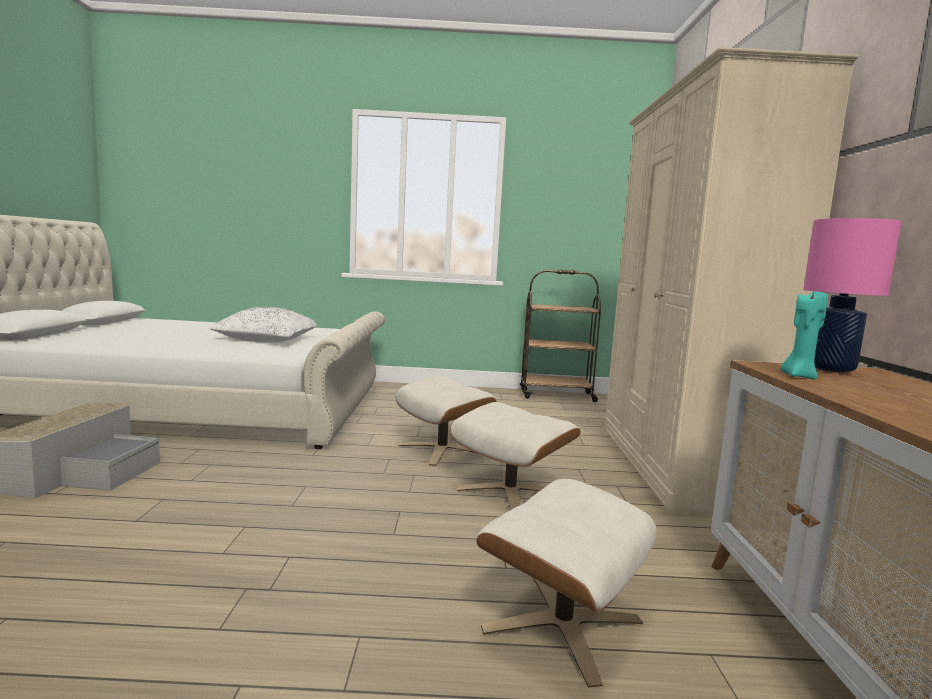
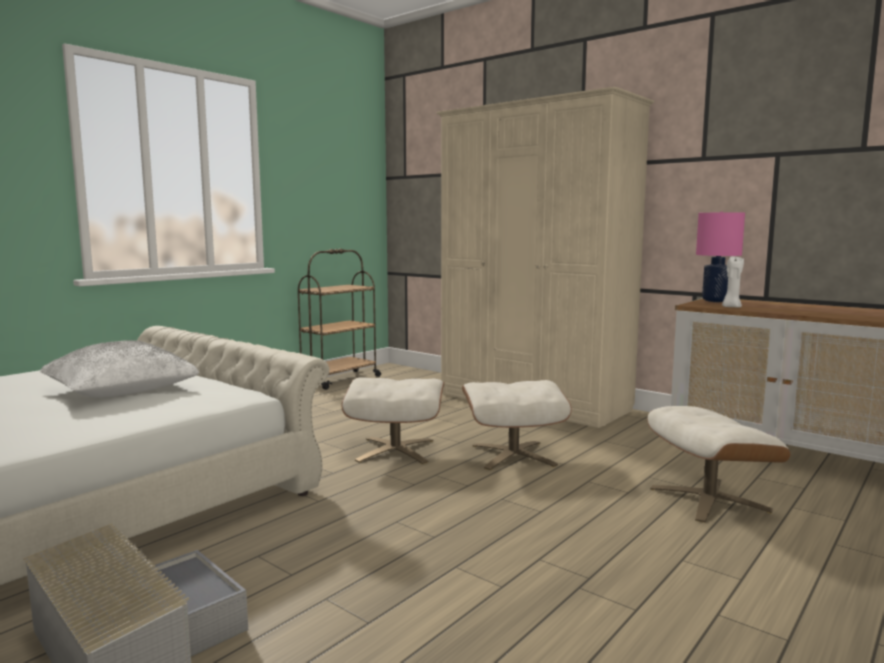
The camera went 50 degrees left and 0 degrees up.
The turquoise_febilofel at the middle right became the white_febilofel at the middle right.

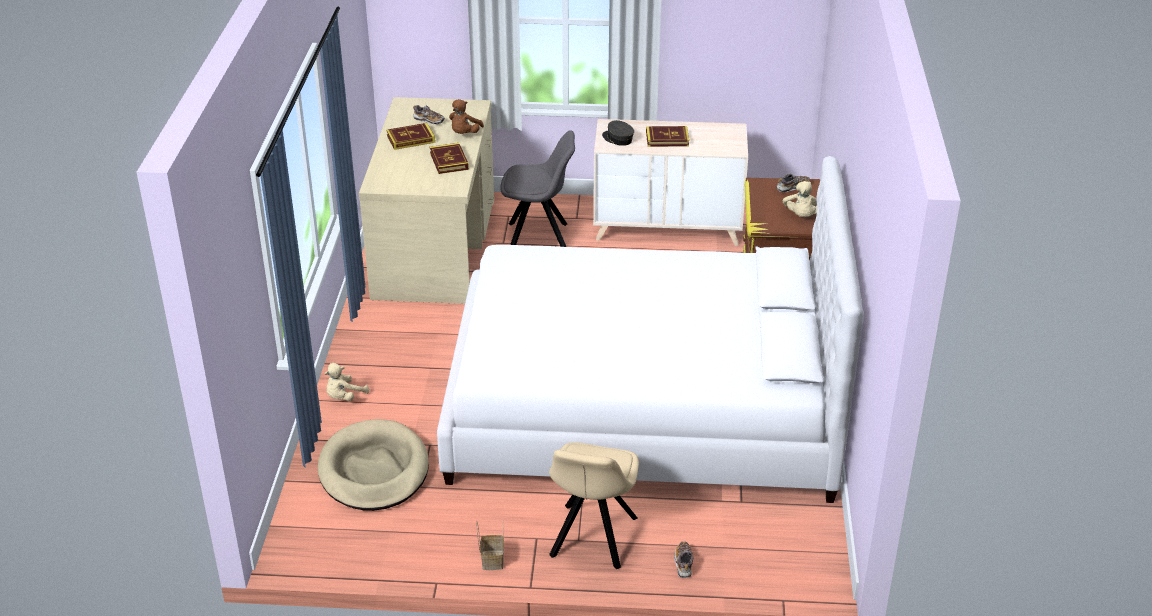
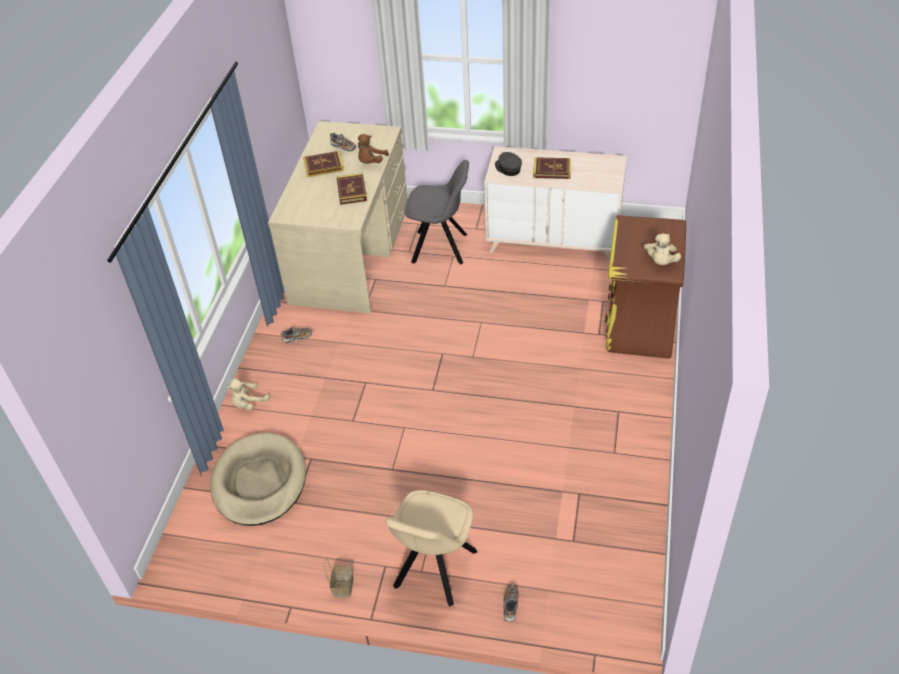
The camera went 10 degrees right and 10 degrees up.
The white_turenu at the centre disappeared.
The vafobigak (no. 3 from left in the first image) moved from the top right to the middle left.

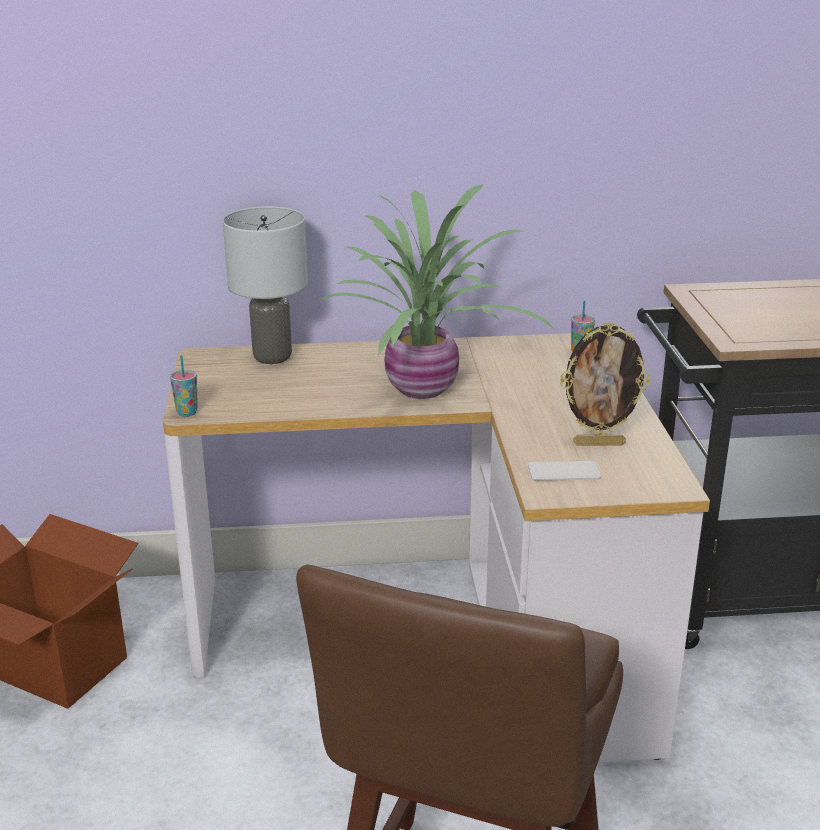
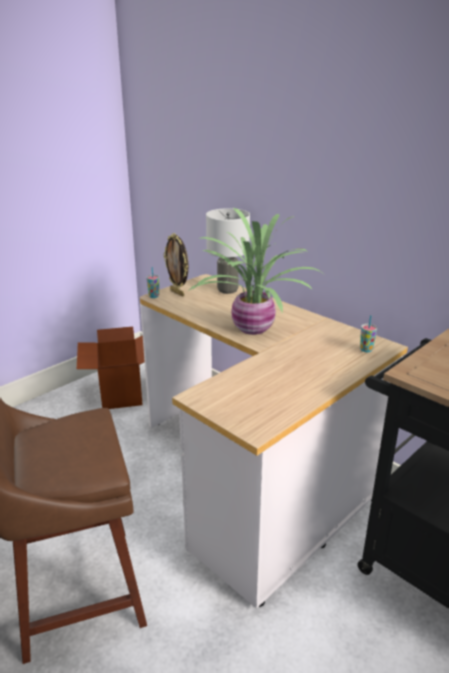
The camera went 50 degrees right and 0 degrees up.
The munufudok moved from the middle right to the centre.
The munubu at the middle right disappeared.

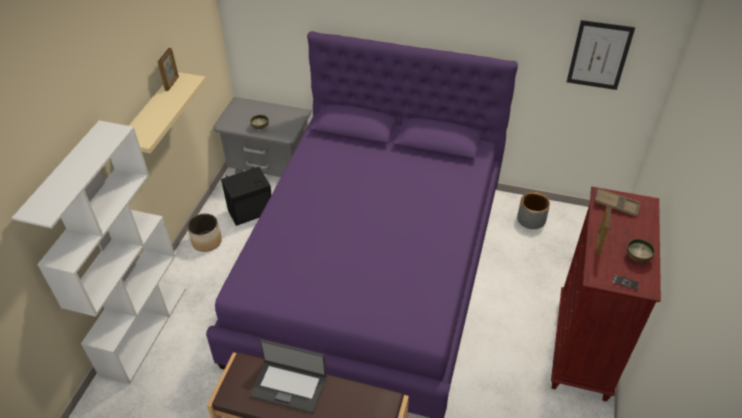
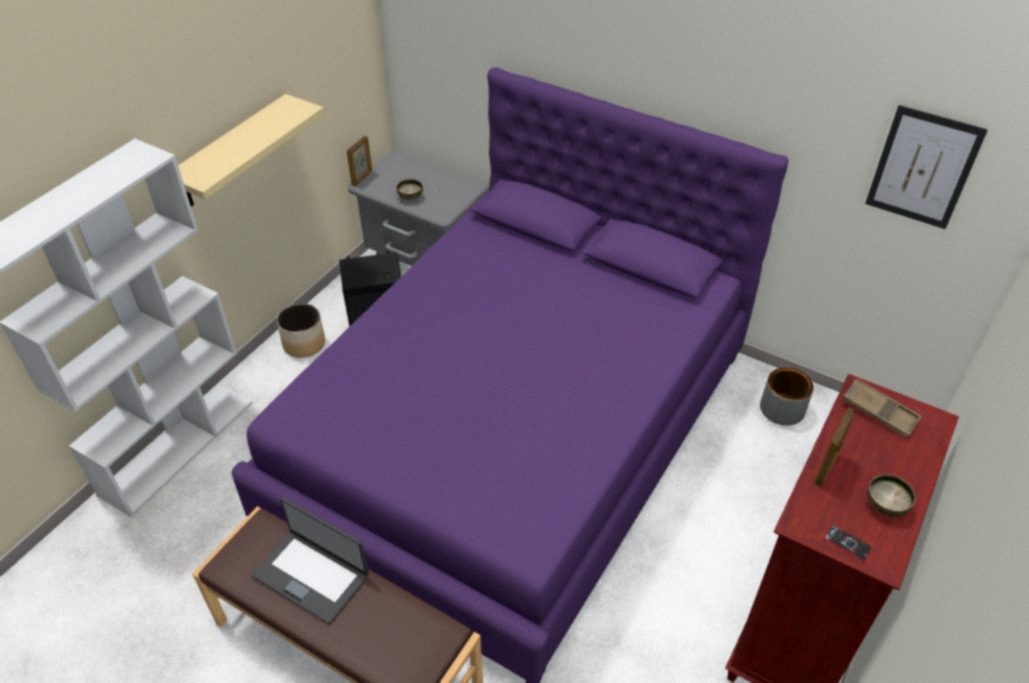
The camera went 15 degrees right and 0 degrees up.
The munufudok (no. 1 from left) moved from the top left to the top centre.

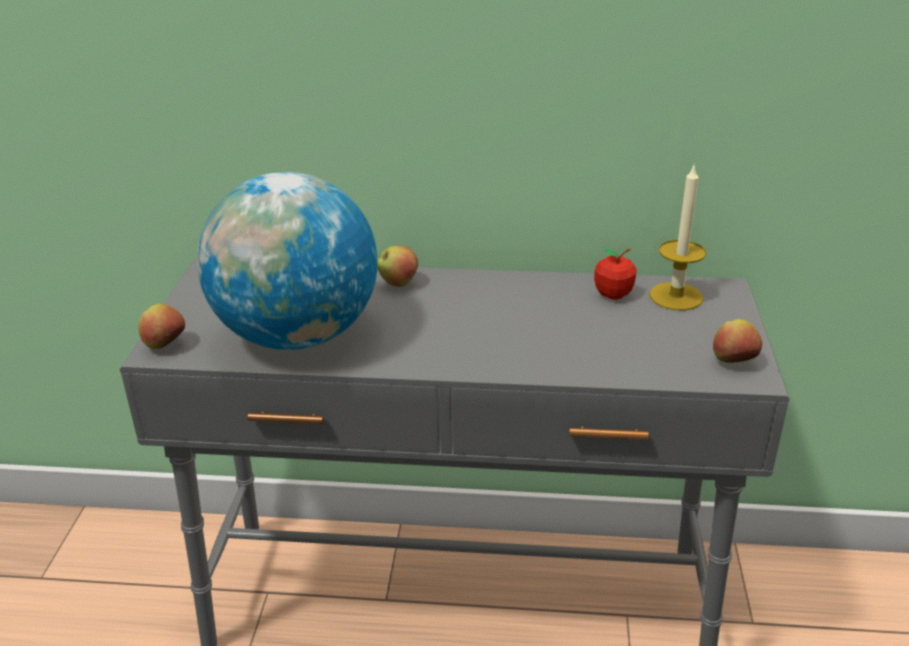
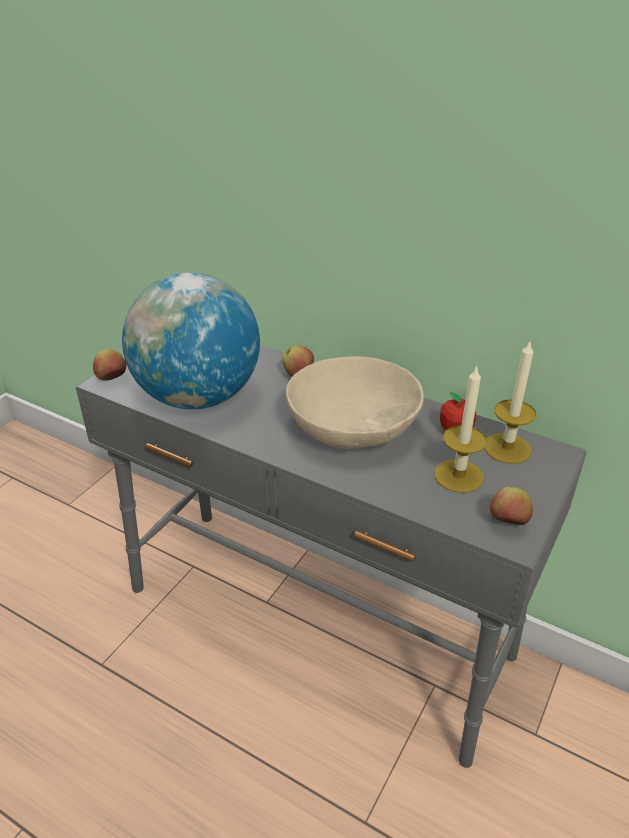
The camera went 25 degrees right and 5 degrees up.
The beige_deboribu at the centre appeared.
The febilofel (no. 1 from left) at the middle right appeared.

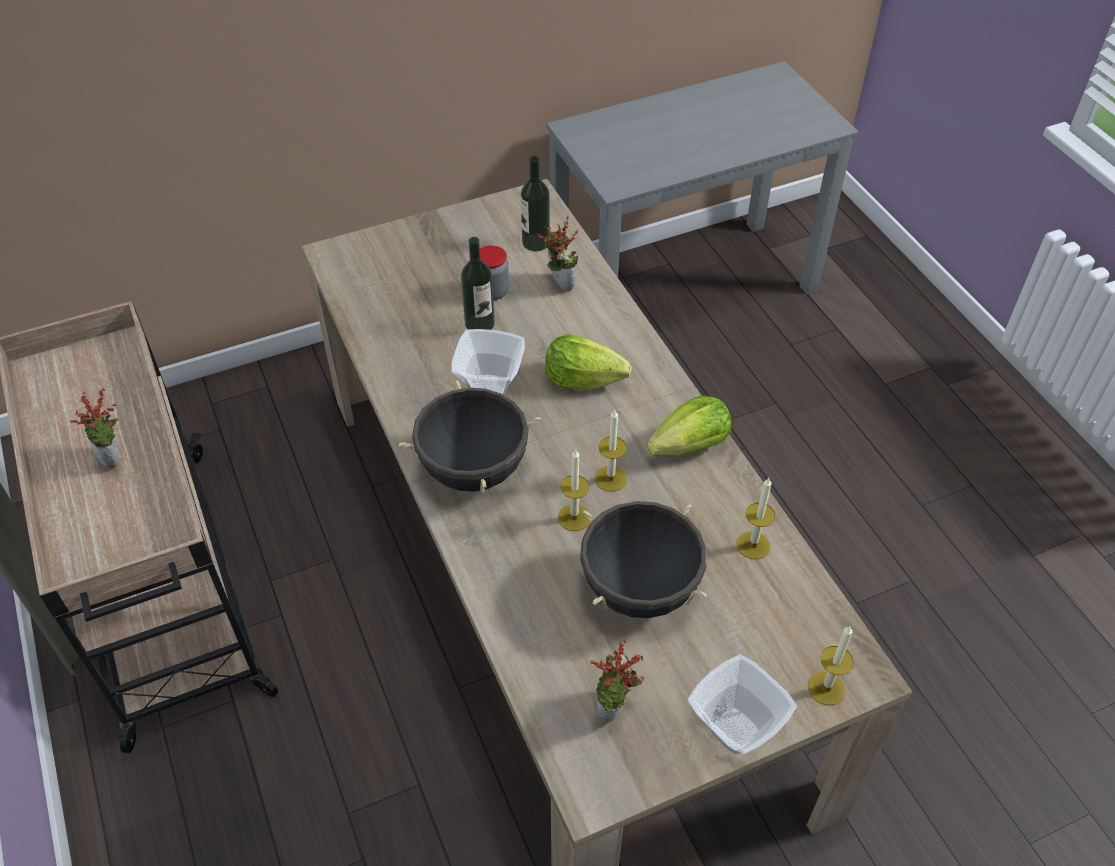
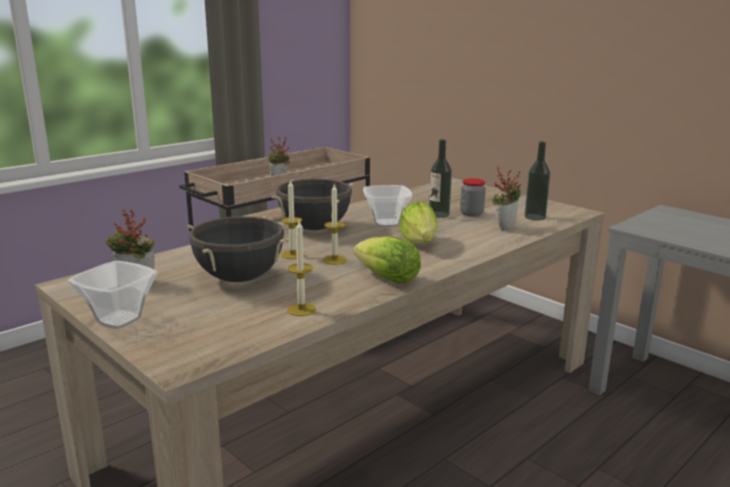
The camera went 70 degrees right and 30 degrees down.
The febilofel (no. 4 from left) at the bottom right disappeared.

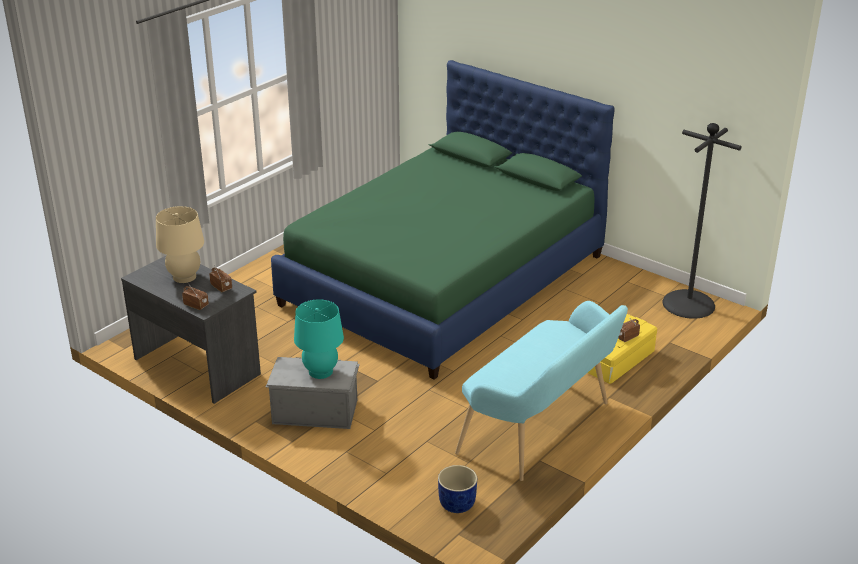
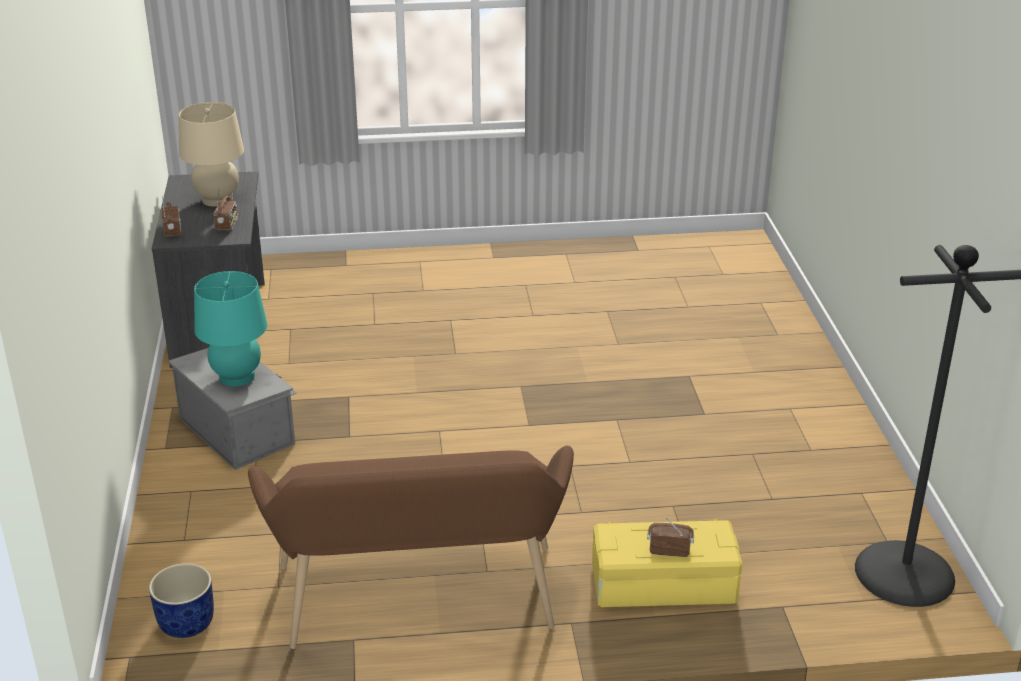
The camera went 45 degrees right and 0 degrees up.
The green_turenu at the centre disappeared.
The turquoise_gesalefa at the bottom centre became the brown_gesalefa at the bottom centre.

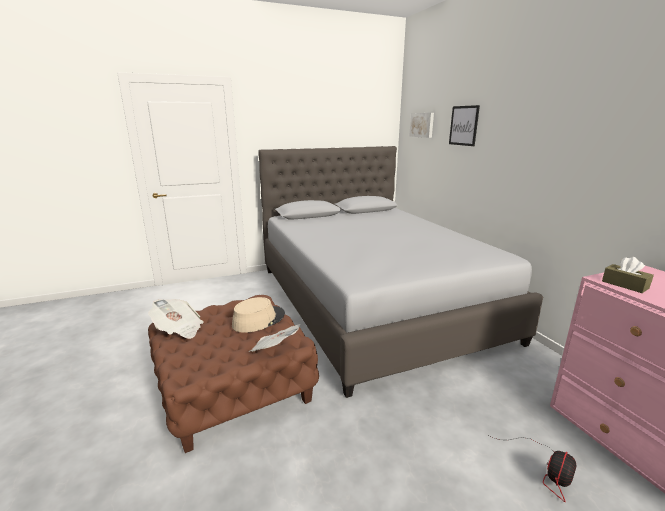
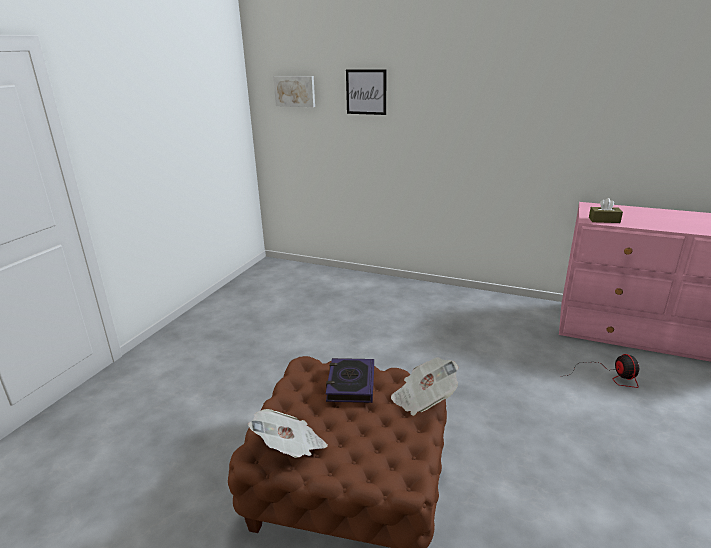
The camera went 45 degrees left and 5 degrees up.
The grey_turenu at the centre disappeared.
The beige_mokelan at the centre was replaced by the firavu at the bottom centre.

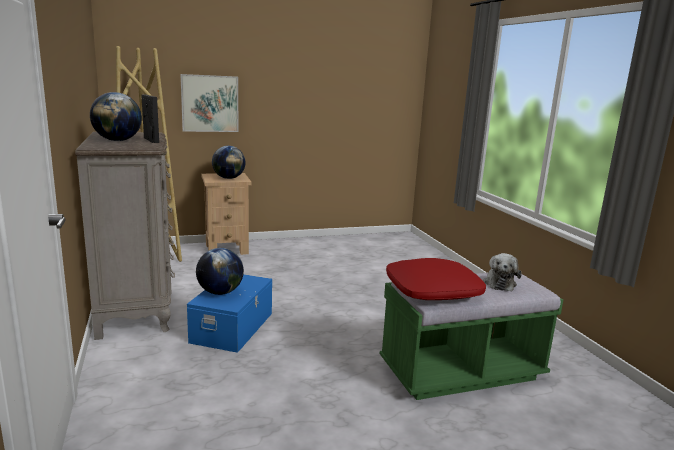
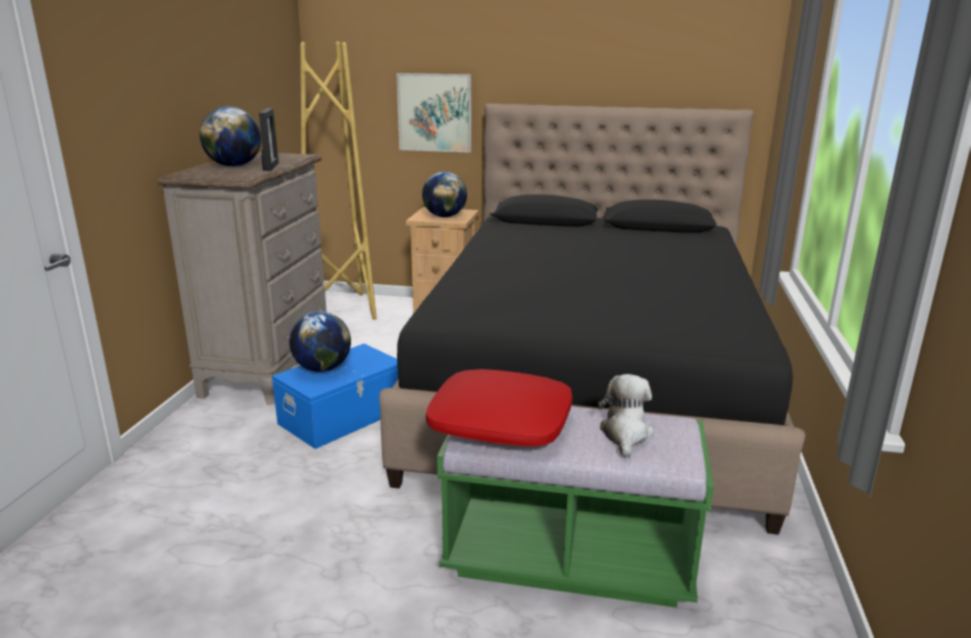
The camera went 30 degrees right and 5 degrees up.
The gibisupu at the middle right turned 150 degrees clockwise.
The black_turenu at the centre appeared.

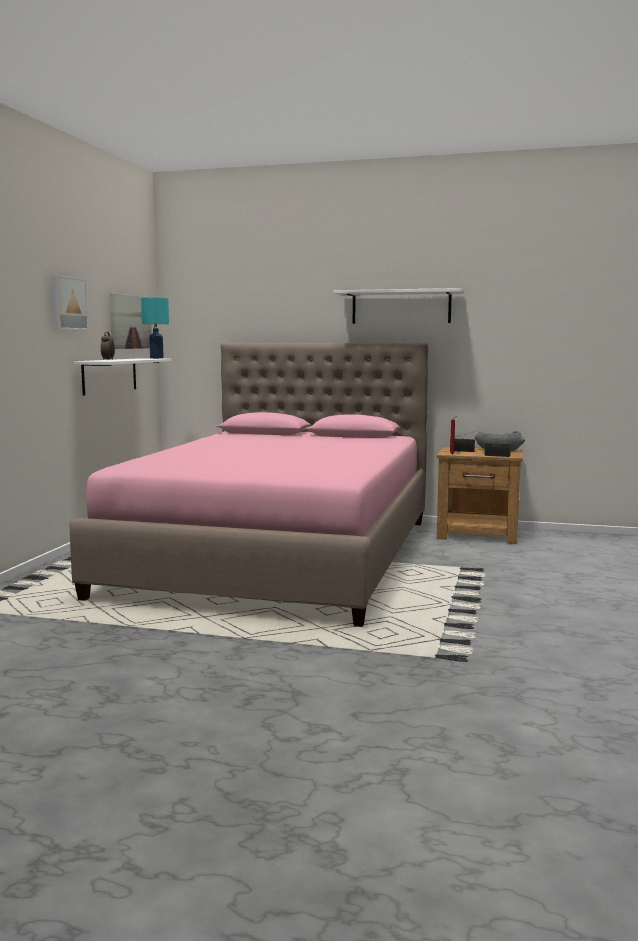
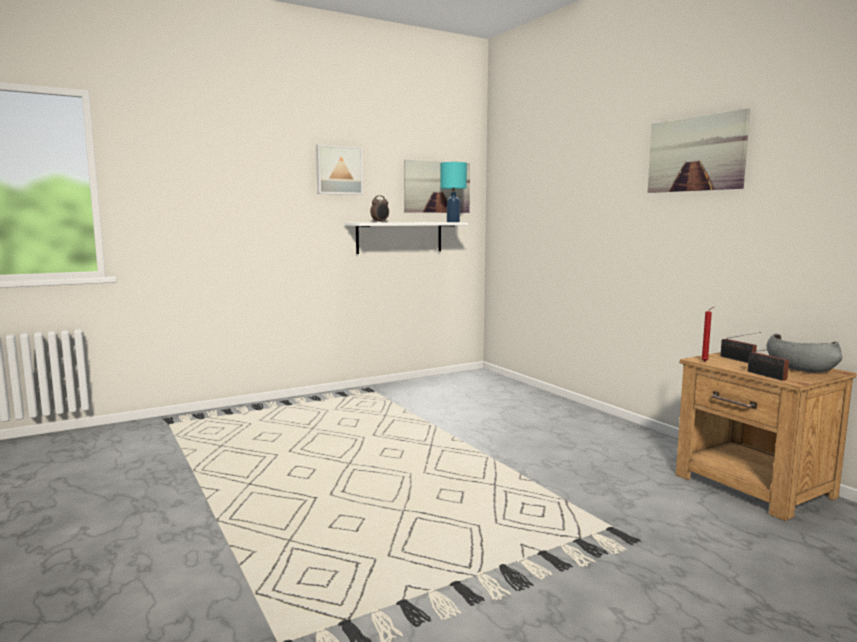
The camera went 45 degrees right and 0 degrees up.
The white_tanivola (no. 2 from left) at the top centre was replaced by the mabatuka (no. 3 from left) at the top right.
The pink_turenu at the centre disappeared.

